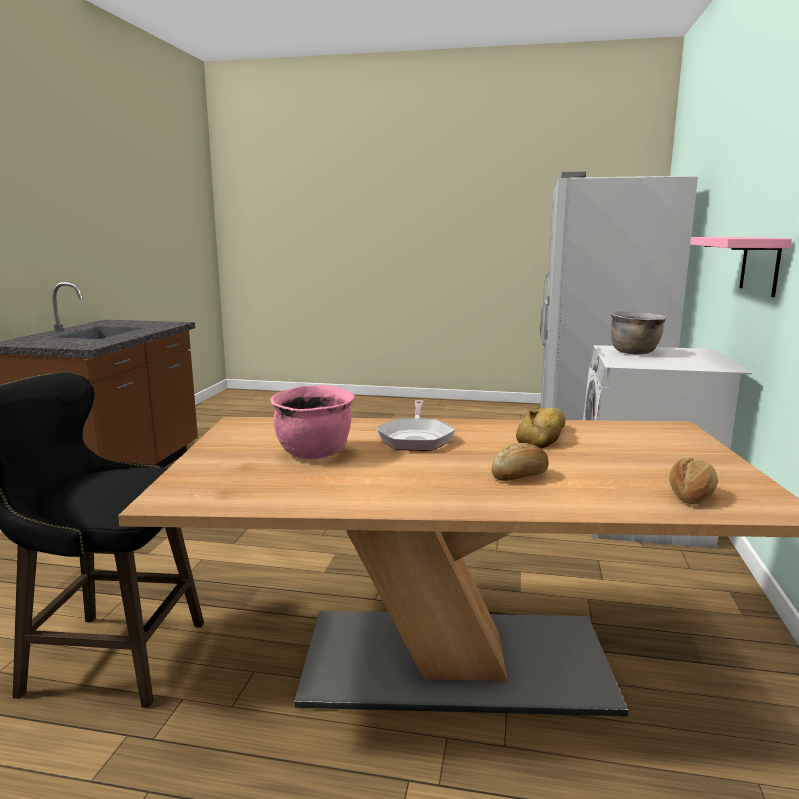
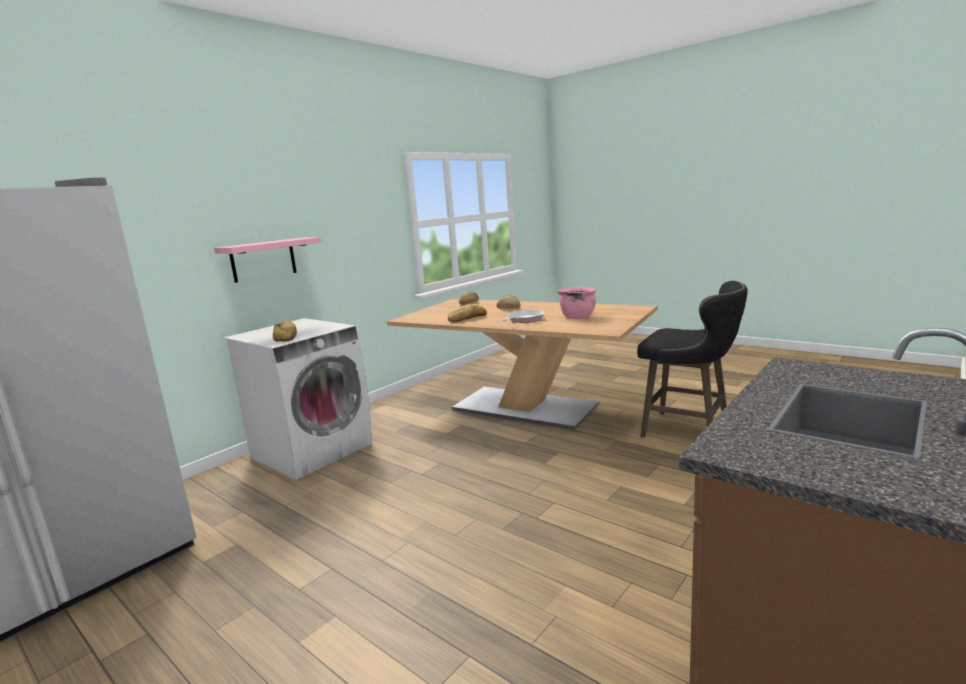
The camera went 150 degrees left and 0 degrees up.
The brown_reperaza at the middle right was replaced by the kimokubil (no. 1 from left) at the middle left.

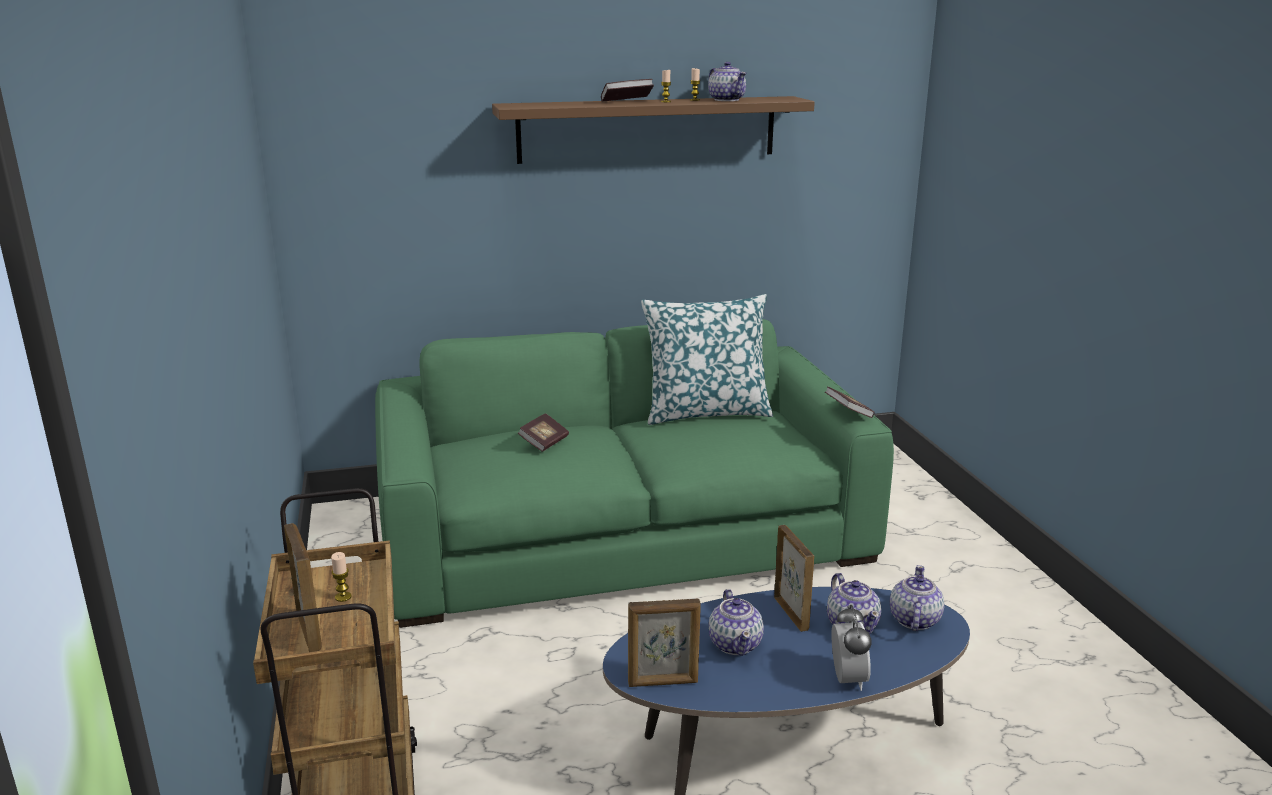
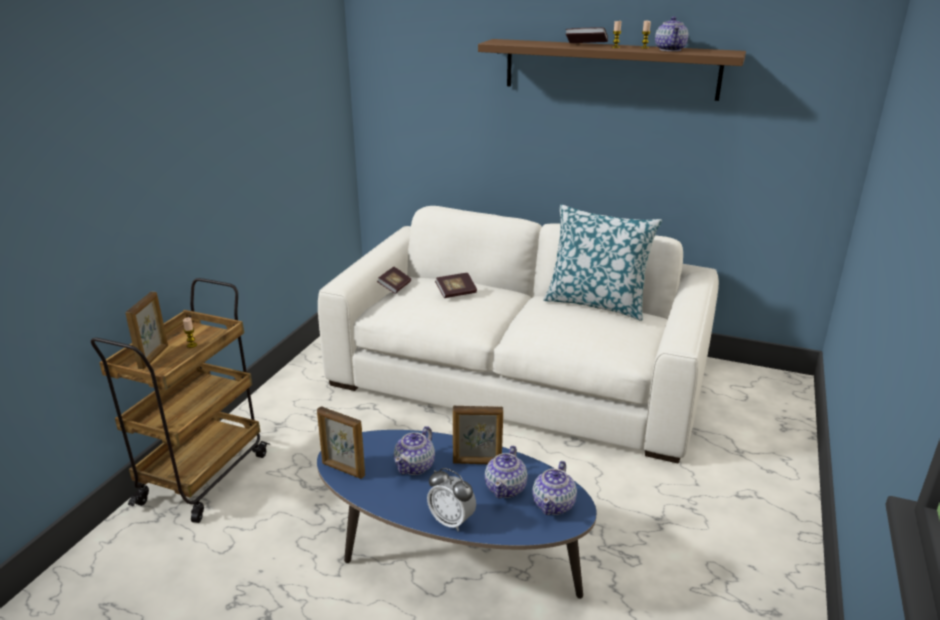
The camera went 35 degrees right and 5 degrees up.
The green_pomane at the centre became the white_pomane at the centre.
The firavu (no. 3 from left in the first image) moved from the middle right to the centre.
The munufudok (no. 3 from left) at the bottom centre turned 75 degrees clockwise.
The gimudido (no. 4 from left in the first image) at the bottom right turned 150 degrees clockwise.
The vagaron at the bottom right turned 90 degrees clockwise.

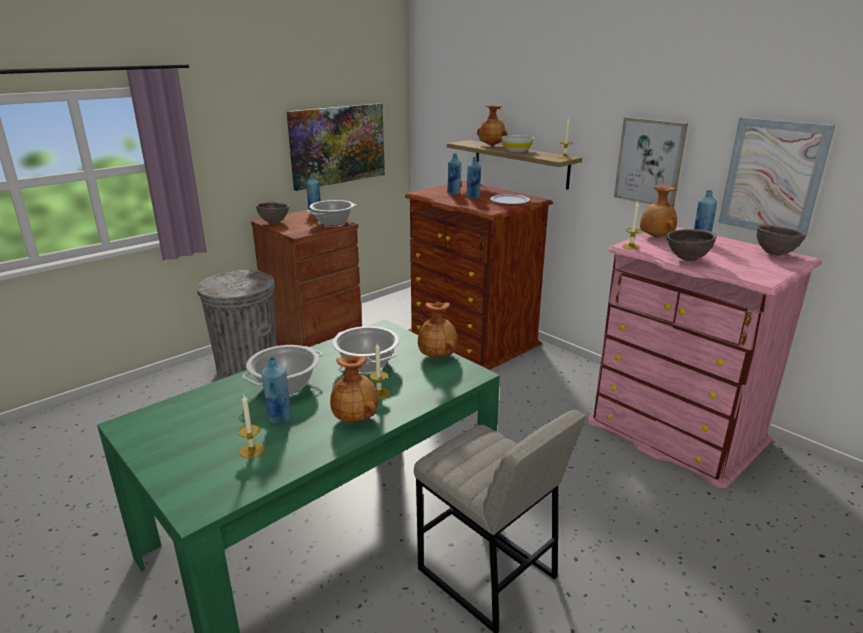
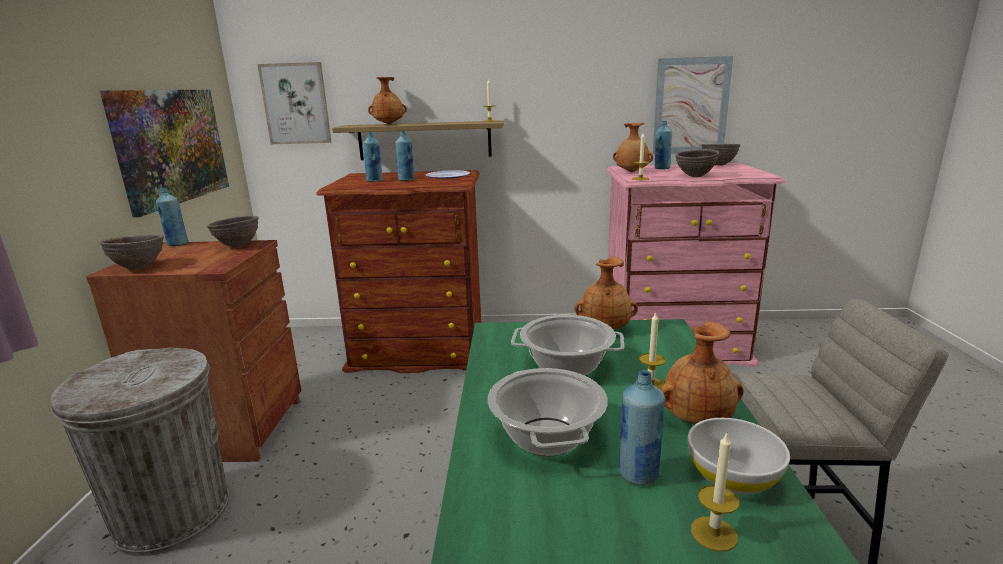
The camera went 45 degrees left and 5 degrees down.
The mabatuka (no. 2 from left) moved from the top right to the top left.
The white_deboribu moved from the top centre to the bottom right.
The reperaza (no. 2 from left) at the centre was replaced by the brown_deboribu (no. 2 from left) at the middle left.

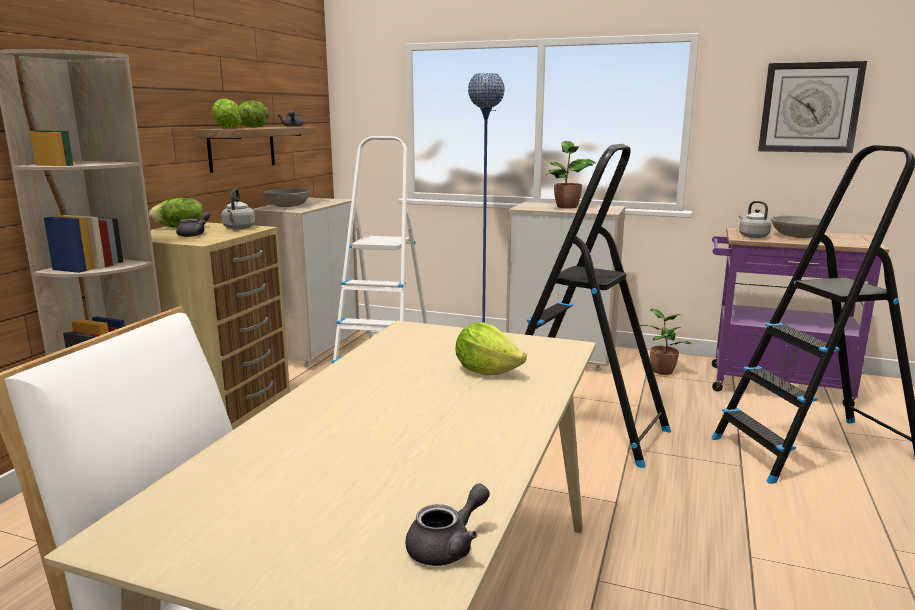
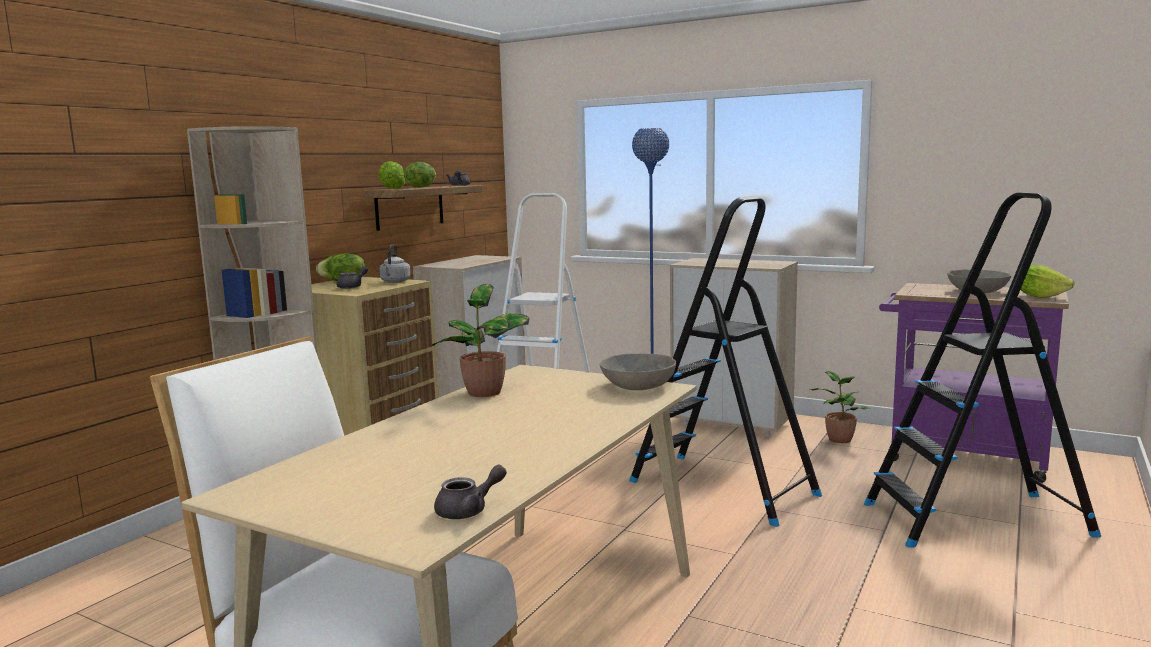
The camera went 10 degrees right and 5 degrees down.
The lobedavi at the top right disappeared.
The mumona (no. 1 from left) moved from the top centre to the centre.
The grey_deboribu (no. 1 from left) moved from the top left to the centre.
The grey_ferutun (no. 2 from left) at the middle right disappeared.
The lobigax (no. 4 from left) moved from the centre to the middle right.

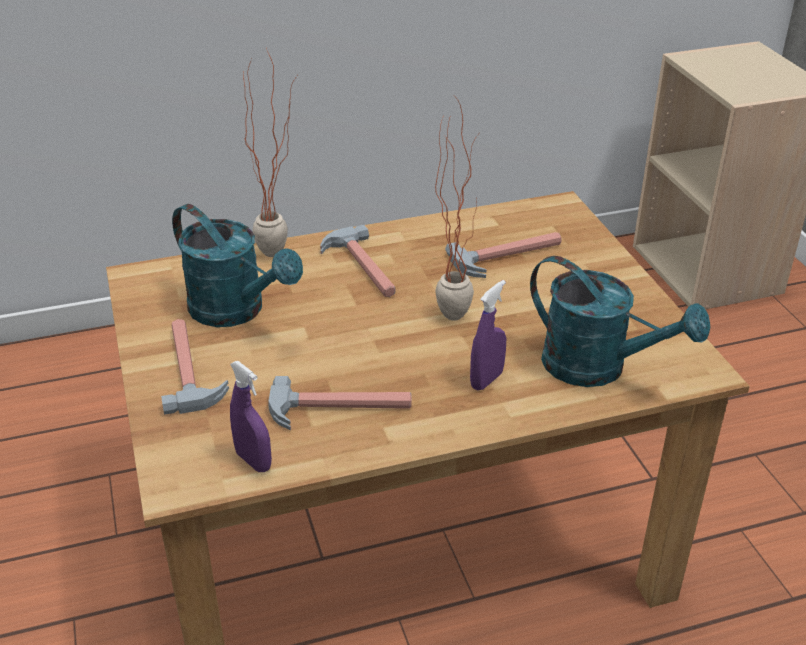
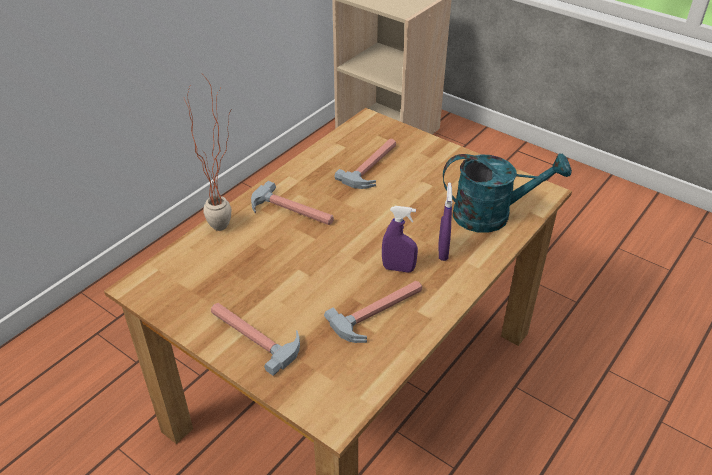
The camera went 35 degrees left and 5 degrees up.
The mumona (no. 2 from left) at the top centre disappeared.
The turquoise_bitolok (no. 1 from left) at the middle left disappeared.
The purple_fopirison (no. 1 from left) moved from the middle left to the centre.

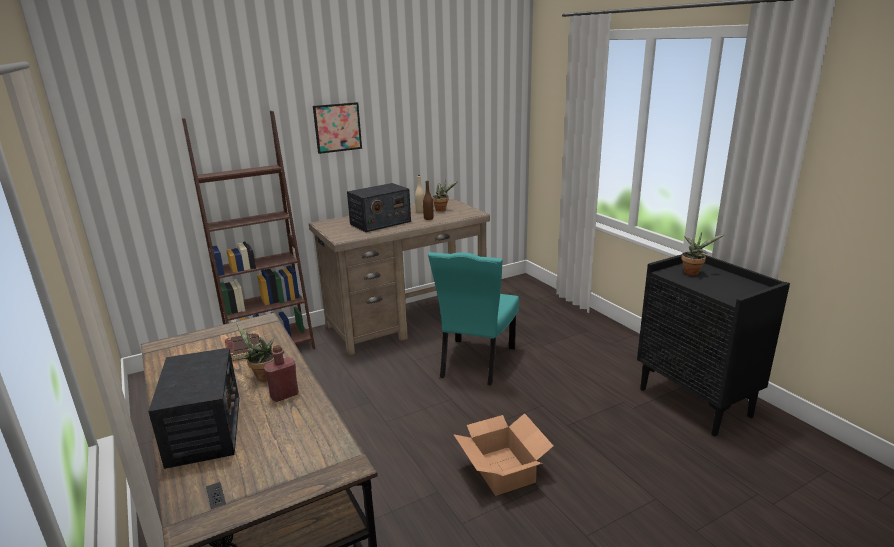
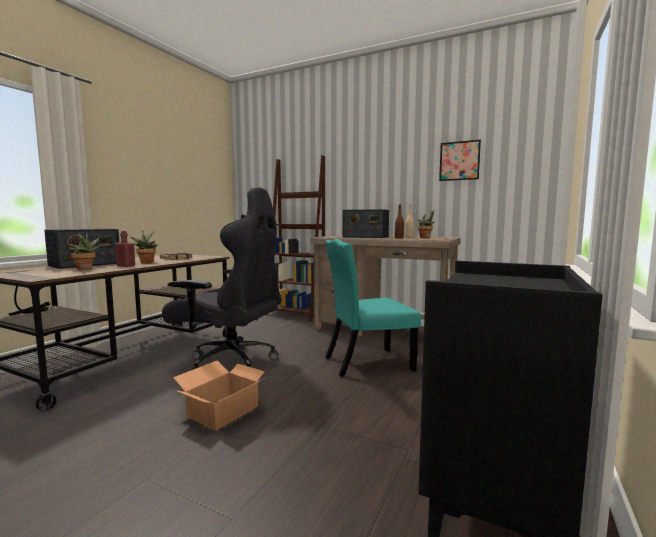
The camera went 55 degrees right and 15 degrees down.
The mabatuka moved from the top centre to the top right.
The mumona (no. 3 from left in the first image) moved from the middle right to the middle left.
The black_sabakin at the centre appeared.

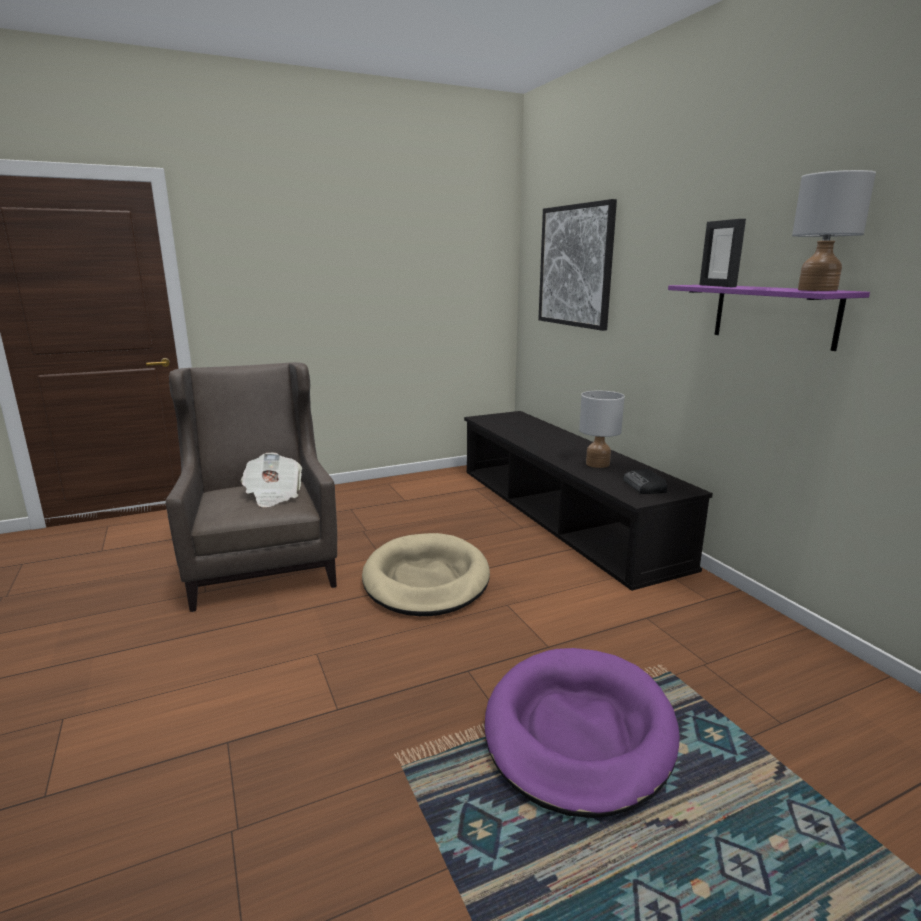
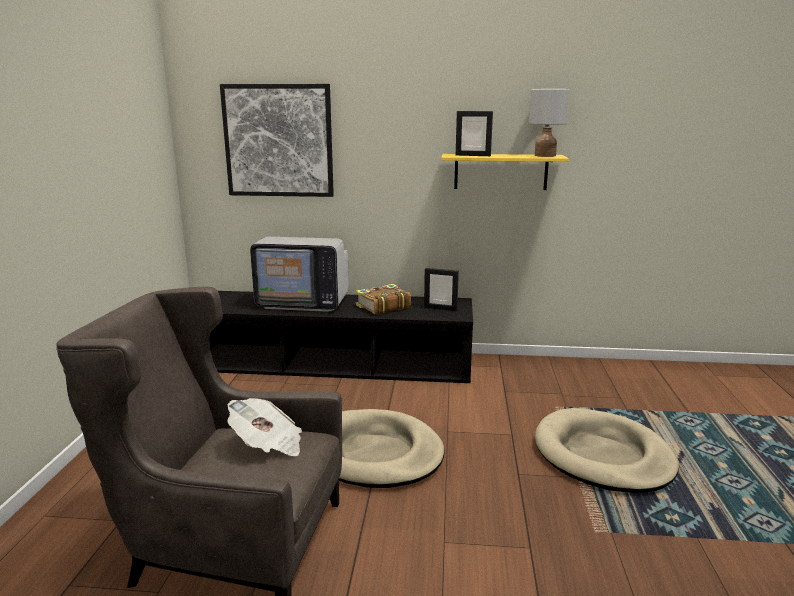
The camera went 60 degrees left and 0 degrees up.
The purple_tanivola at the middle right became the yellow_tanivola at the top centre.
The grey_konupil (no. 1 from left) at the centre was replaced by the firavu at the centre.
The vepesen at the middle right was replaced by the munufudok (no. 1 from left) at the centre.
The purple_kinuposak at the bottom centre became the beige_kinuposak (no. 2 from left) at the bottom right.
The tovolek at the centre appeared.

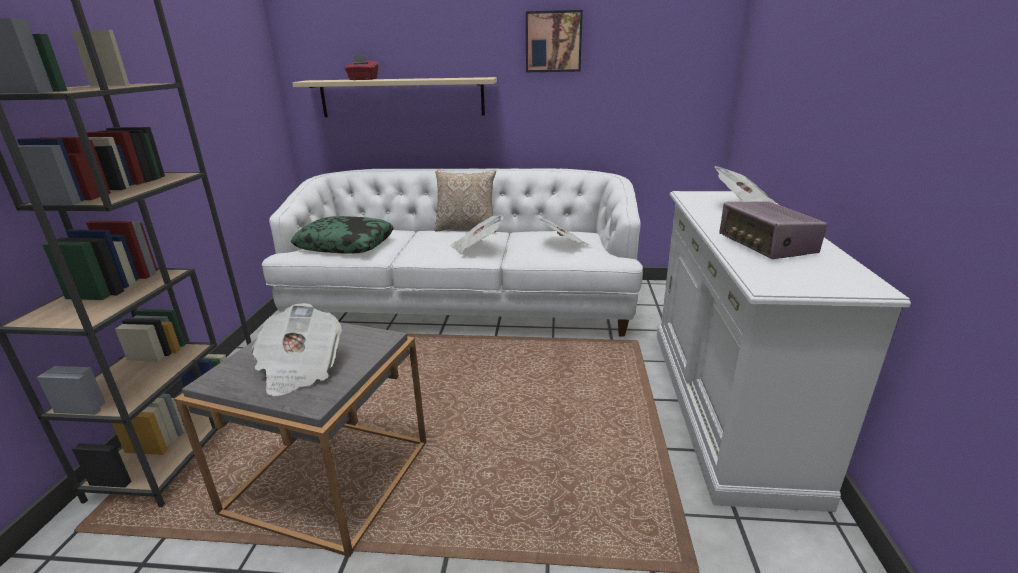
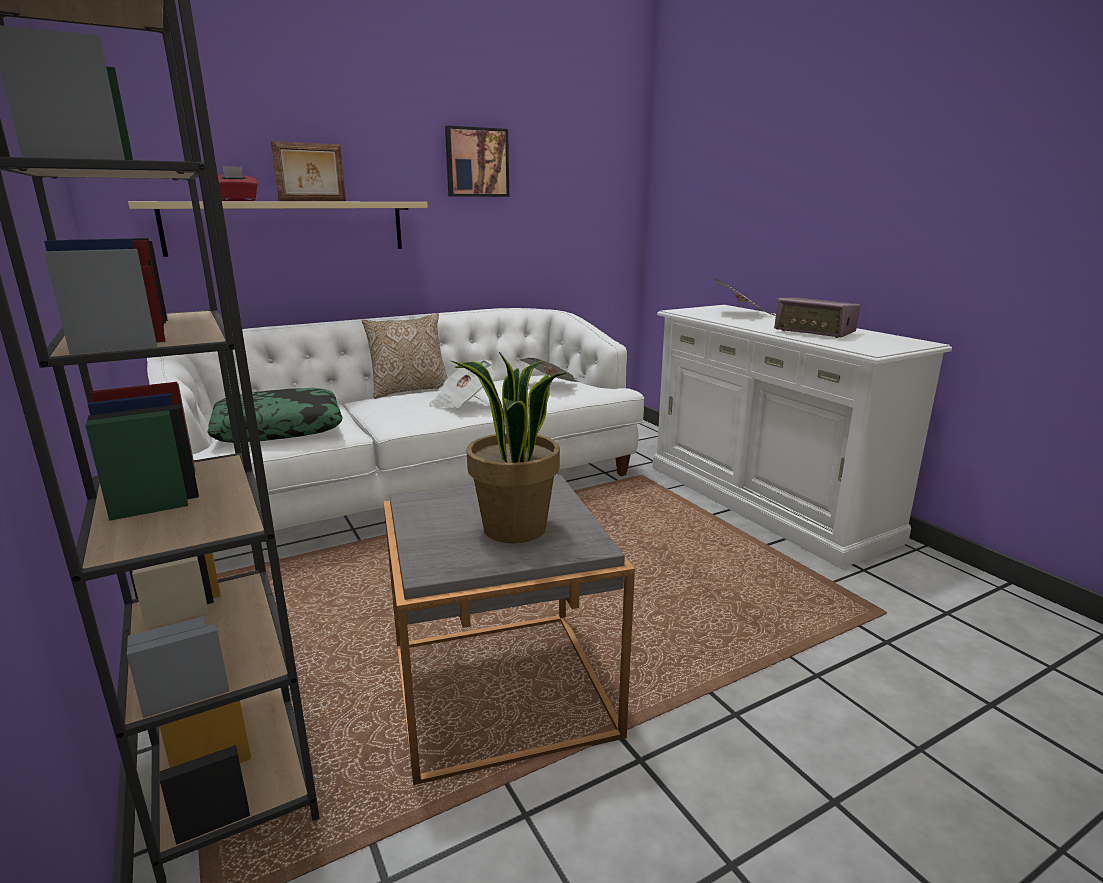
The camera went 35 degrees left and 5 degrees down.
The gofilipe (no. 1 from left) at the middle left was replaced by the mumona at the centre.
The munufudok at the top left appeared.

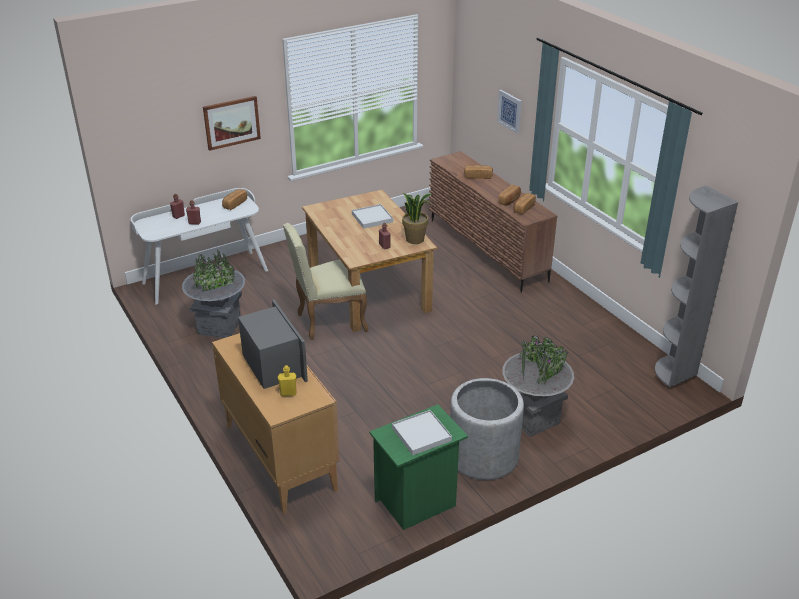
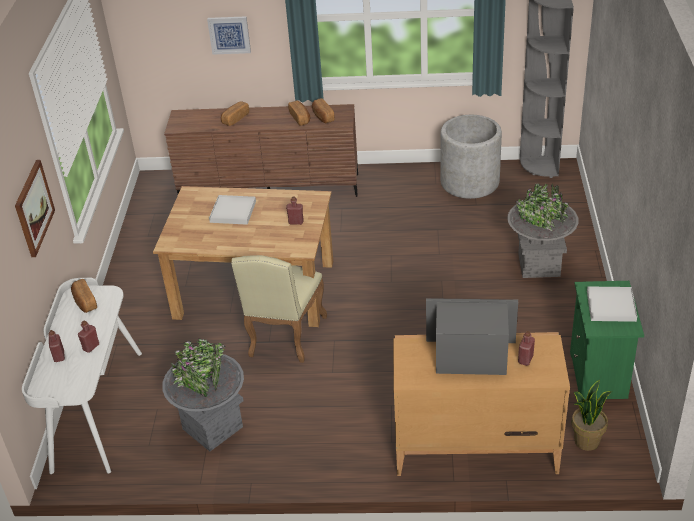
The camera went 55 degrees left and 5 degrees up.
The mumona moved from the centre to the bottom right.
The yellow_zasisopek at the centre became the red_zasisopek (no. 4 from left) at the bottom right.
The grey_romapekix (no. 2 from left) moved from the bottom centre to the top right.

